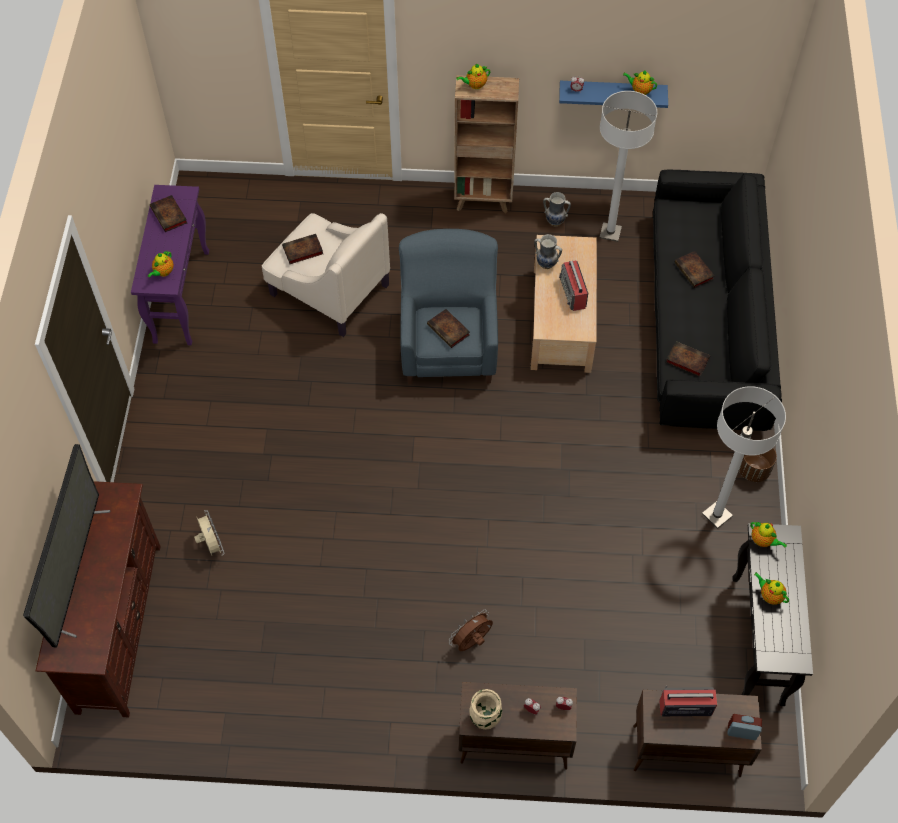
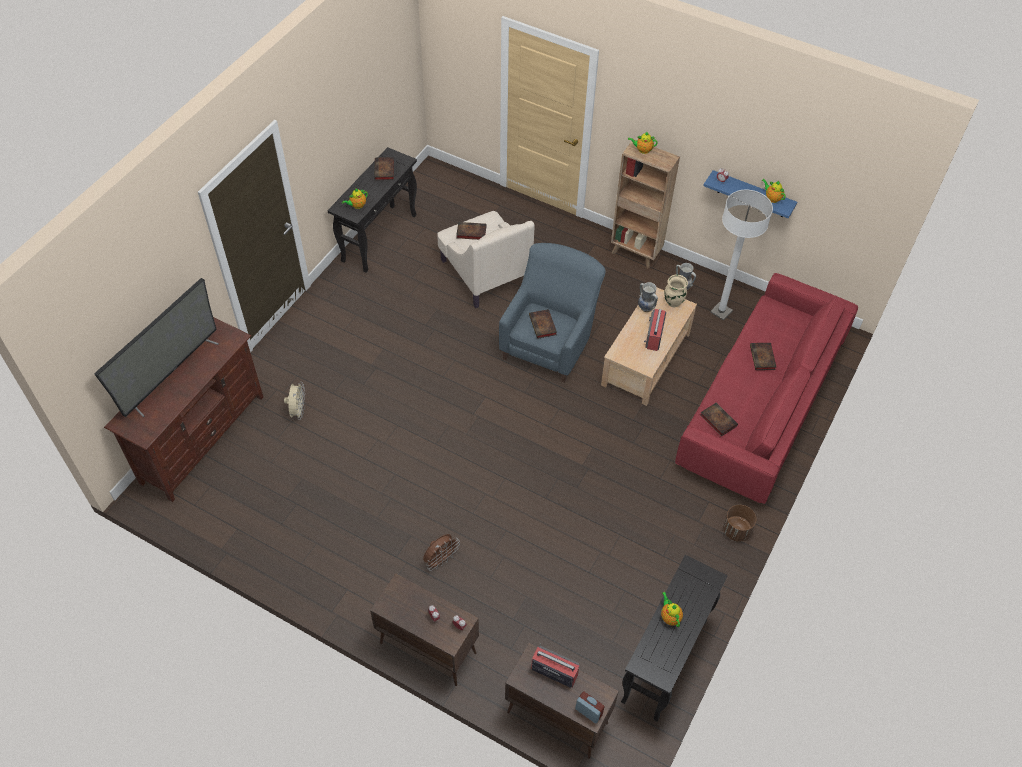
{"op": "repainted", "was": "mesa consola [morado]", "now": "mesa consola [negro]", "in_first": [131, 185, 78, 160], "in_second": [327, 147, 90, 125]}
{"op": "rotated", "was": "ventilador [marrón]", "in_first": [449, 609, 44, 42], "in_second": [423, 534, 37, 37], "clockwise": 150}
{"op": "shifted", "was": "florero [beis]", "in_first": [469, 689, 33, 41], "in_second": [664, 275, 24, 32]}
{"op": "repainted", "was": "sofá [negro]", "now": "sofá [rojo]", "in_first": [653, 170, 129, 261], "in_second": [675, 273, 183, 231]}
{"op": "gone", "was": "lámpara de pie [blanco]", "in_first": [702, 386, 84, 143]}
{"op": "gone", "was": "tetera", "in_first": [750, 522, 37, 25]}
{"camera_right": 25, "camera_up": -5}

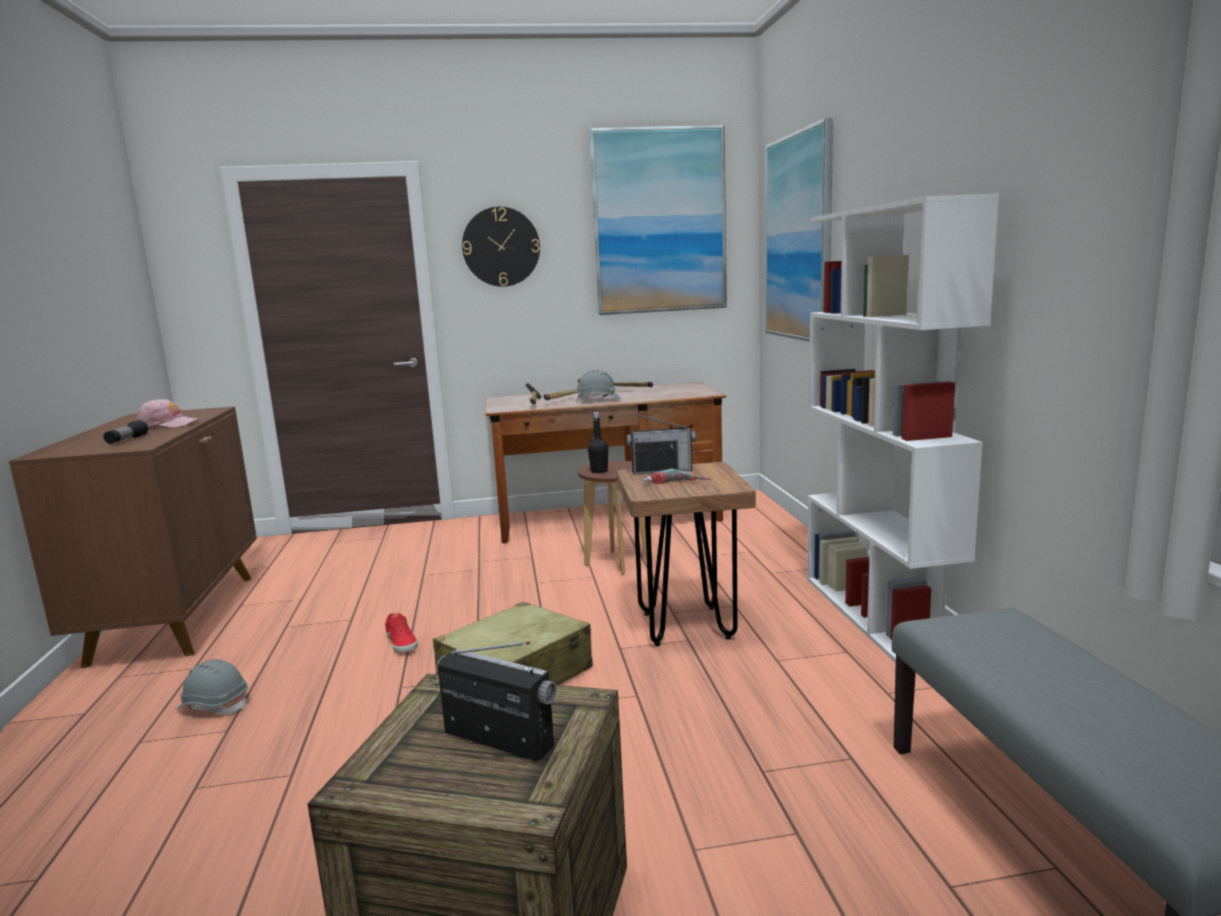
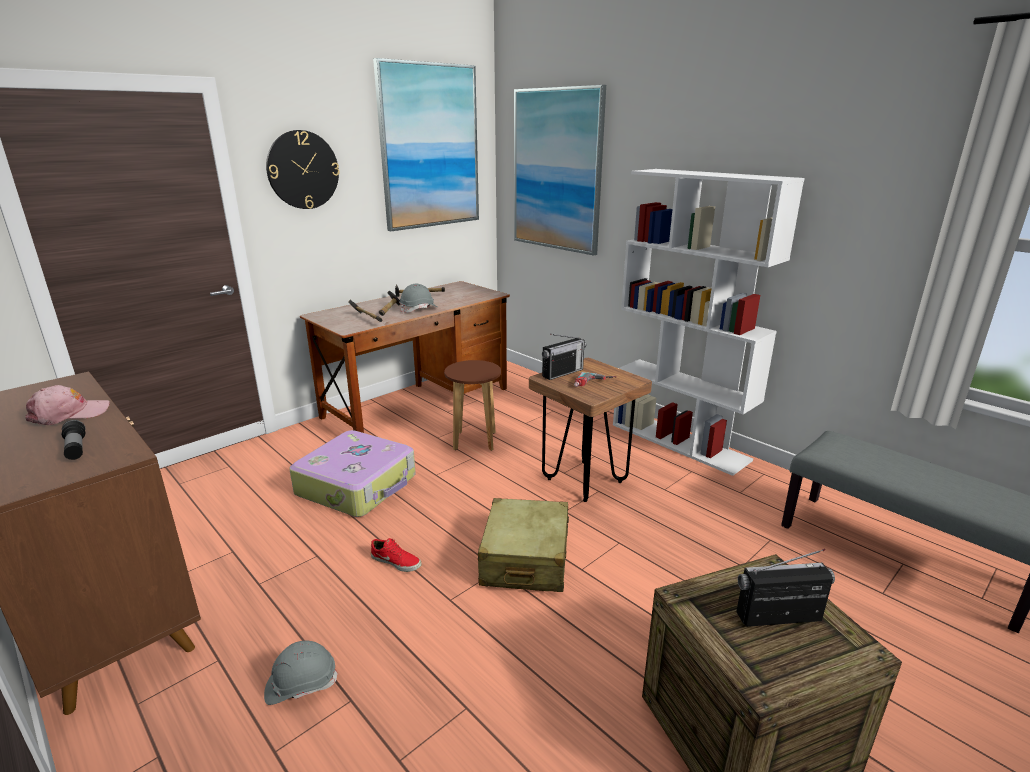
{"op": "new", "now": "maleta", "in_second": [289, 430, 127, 87]}
{"op": "gone", "was": "botella [negro]", "in_first": [588, 412, 21, 61]}
{"camera_right": -35, "camera_up": 10}

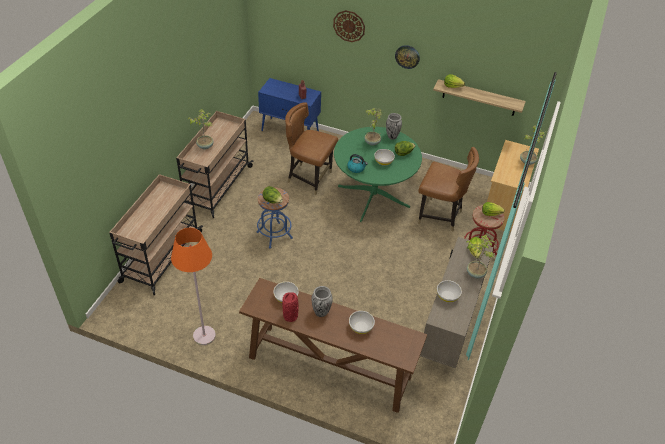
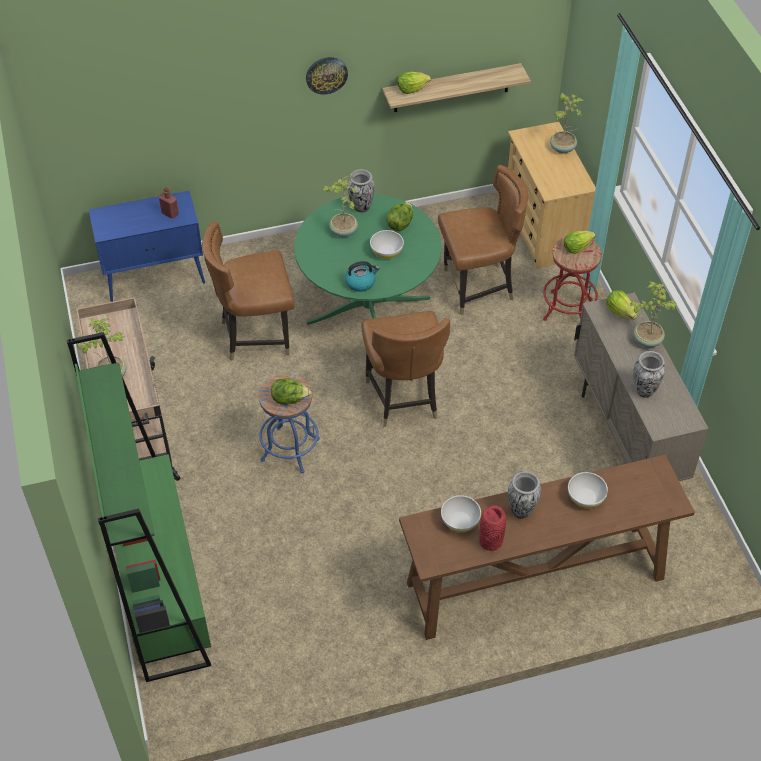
{"op": "swapped", "was": "carrito [beis]", "now": "estantería [verde]", "in_first": [109, 174, 94, 121], "in_second": [67, 332, 144, 350]}
{"op": "new", "now": "silla [marrón]", "in_second": [361, 311, 89, 116]}
{"op": "swapped", "was": "cuenco [blanco]", "now": "florero", "in_first": [437, 280, 25, 22], "in_second": [633, 351, 32, 47]}
{"op": "gone", "was": "lámpara de pie [naranja]", "in_first": [171, 228, 45, 117]}
{"op": "gone", "was": "reloj de pared", "in_first": [333, 10, 32, 32]}
{"camera_right": -35, "camera_up": 5}

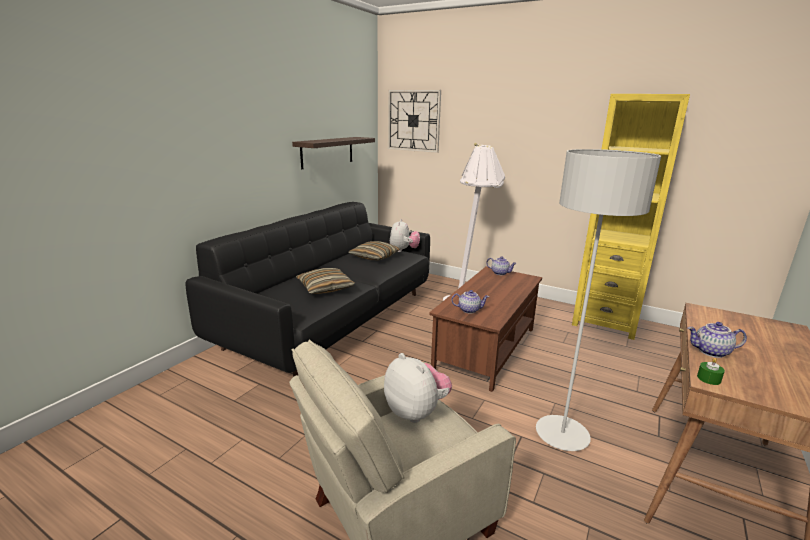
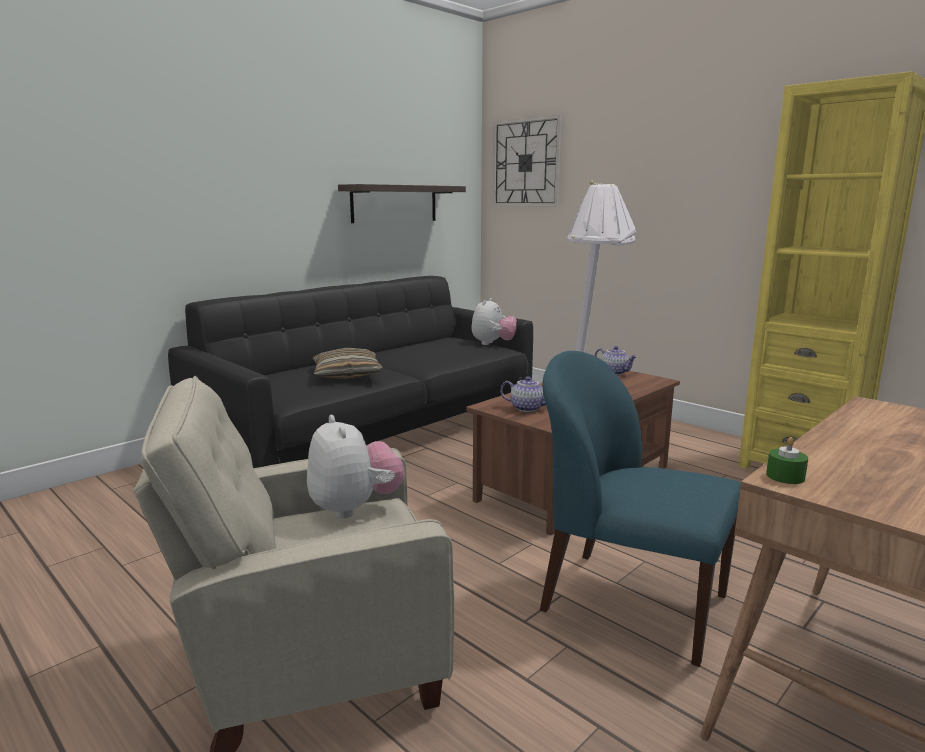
{"op": "swapped", "was": "lámpara de pie [gris]", "now": "silla [azul]", "in_first": [536, 149, 125, 302], "in_second": [540, 351, 201, 316]}
{"op": "gone", "was": "cojín", "in_first": [348, 241, 52, 20]}
{"op": "gone", "was": "tetera", "in_first": [688, 322, 59, 36]}
{"camera_right": 15, "camera_up": -5}

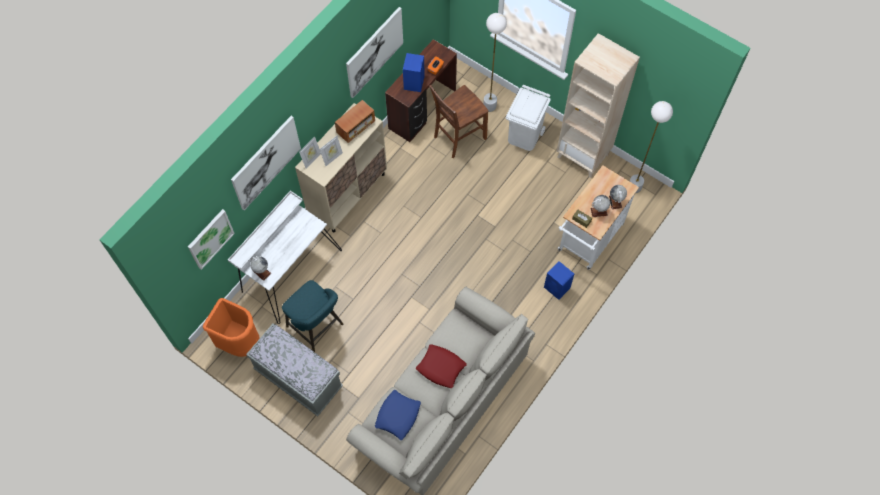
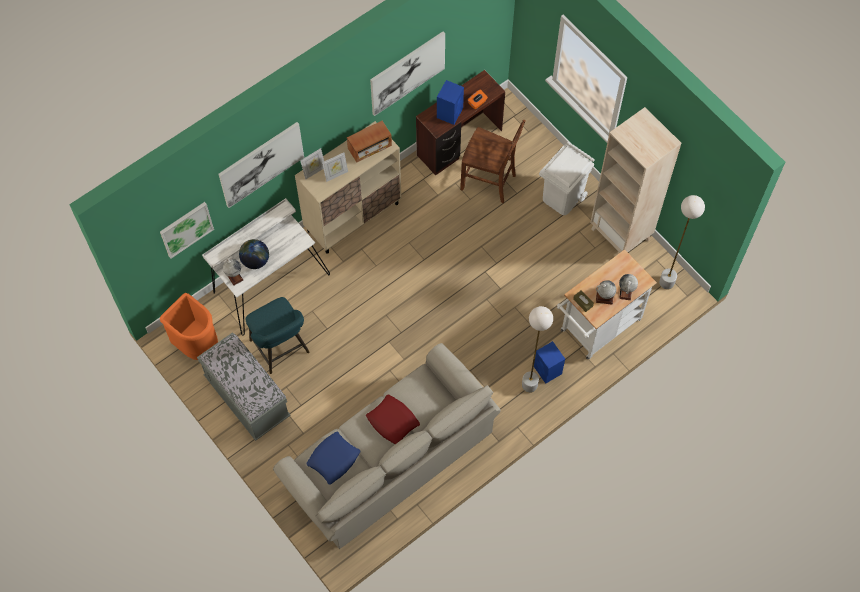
{"op": "new", "now": "globo terráqueo", "in_second": [239, 239, 30, 30]}
{"op": "rotated", "was": "silla [marrón]", "in_first": [430, 85, 58, 73], "in_second": [460, 120, 65, 83], "clockwise": -135}
{"op": "shifted", "was": "lámpara de pie [blanco]", "in_first": [483, 13, 24, 99], "in_second": [522, 306, 31, 87]}
{"camera_right": 15, "camera_up": 0}

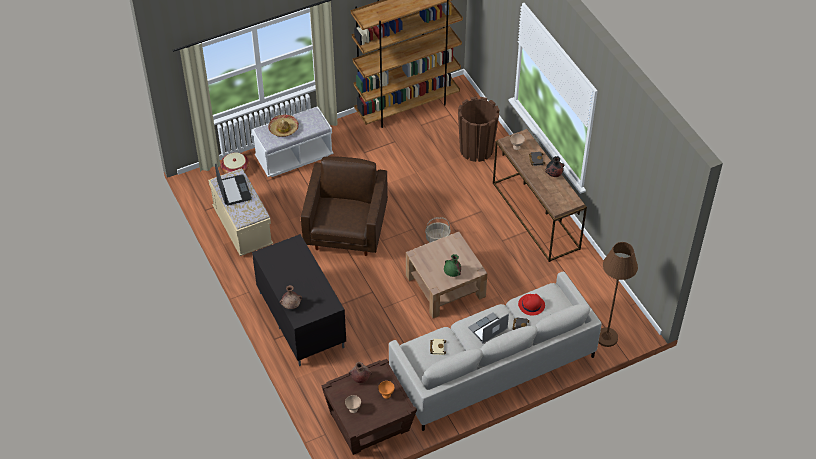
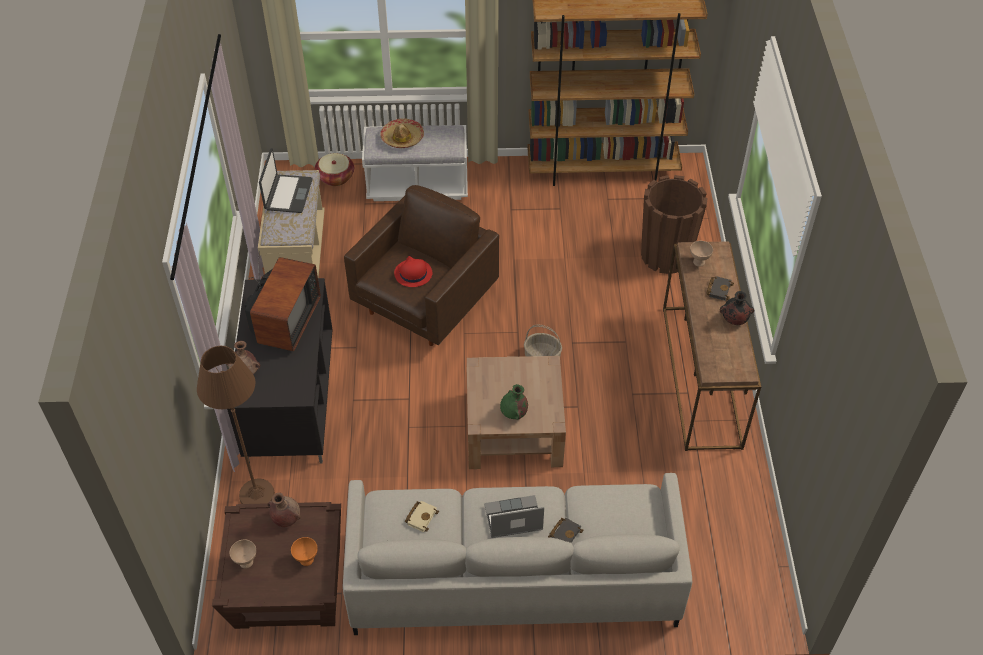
{"op": "shifted", "was": "lámpara de pie [marrón]", "in_first": [598, 242, 40, 105], "in_second": [197, 346, 78, 158]}
{"op": "new", "now": "televisor", "in_second": [244, 251, 77, 100]}
{"op": "shifted", "was": "sombrero [rojo]", "in_first": [518, 294, 27, 22], "in_second": [394, 256, 39, 31]}
{"camera_right": 25, "camera_up": 0}

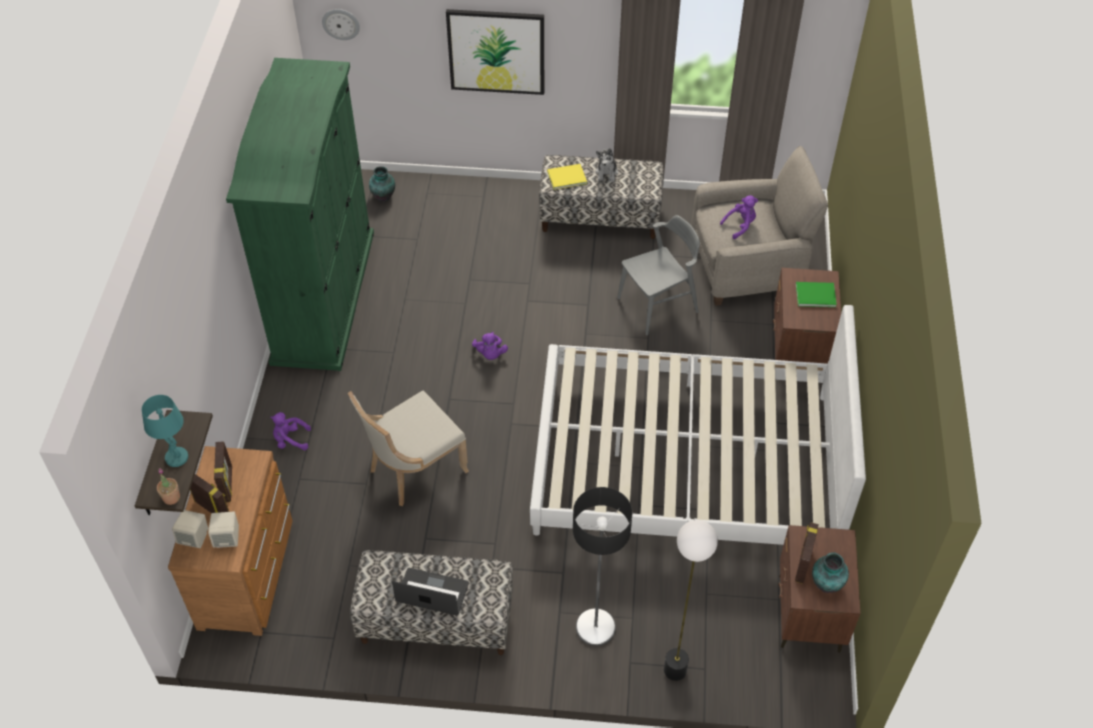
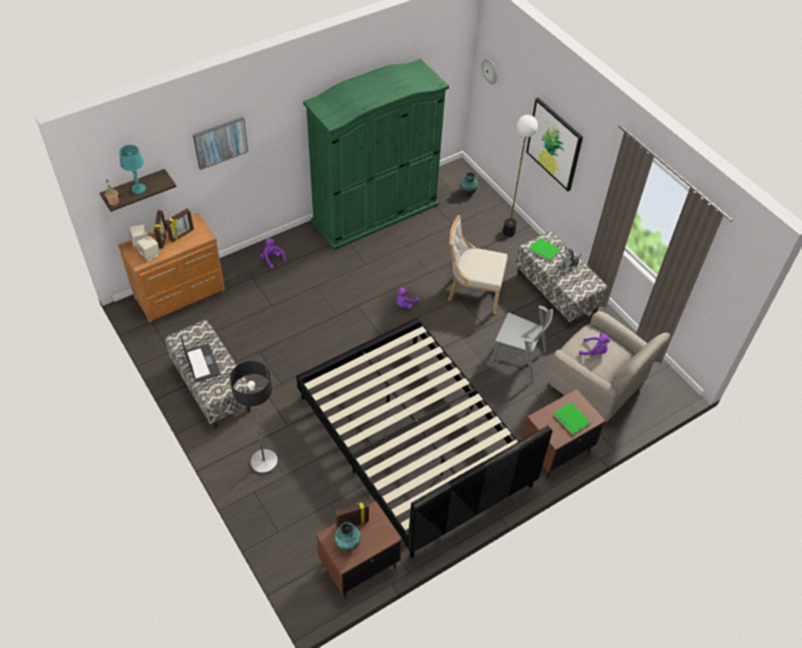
{"op": "new", "now": "cuadro", "in_second": [193, 116, 55, 54]}
{"op": "repainted", "was": "cama [blanco]", "now": "cama [negro]", "in_first": [530, 305, 336, 240], "in_second": [296, 318, 257, 240]}
{"op": "shifted", "was": "silla [beis]", "in_first": [348, 390, 121, 116], "in_second": [448, 215, 60, 99]}
{"op": "shifted", "was": "lámpara de pie", "in_first": [664, 520, 54, 161], "in_second": [503, 115, 35, 122]}
{"op": "repainted", "was": "libro [amarillo]", "now": "libro [verde]", "in_first": [547, 164, 40, 26], "in_second": [529, 238, 32, 24]}
{"camera_right": 50, "camera_up": 0}

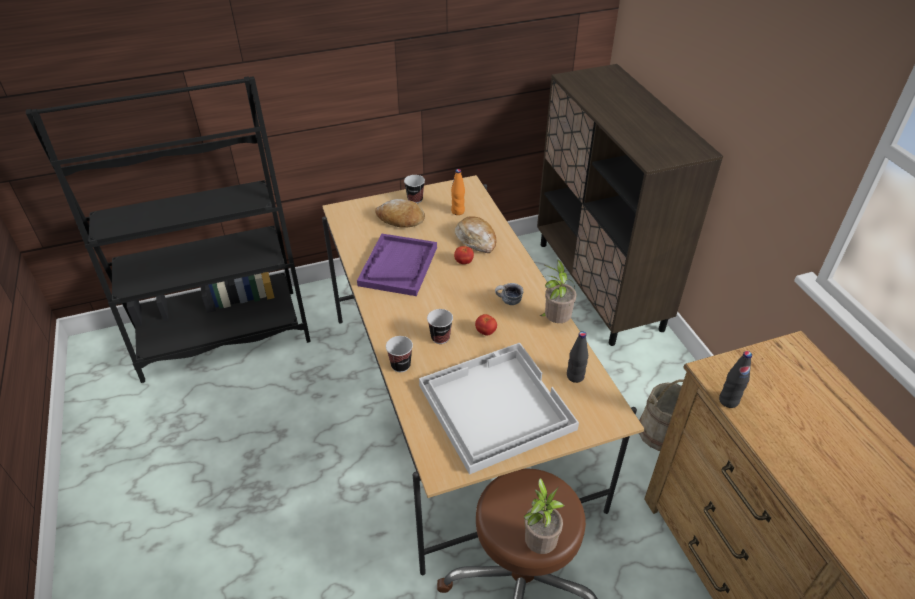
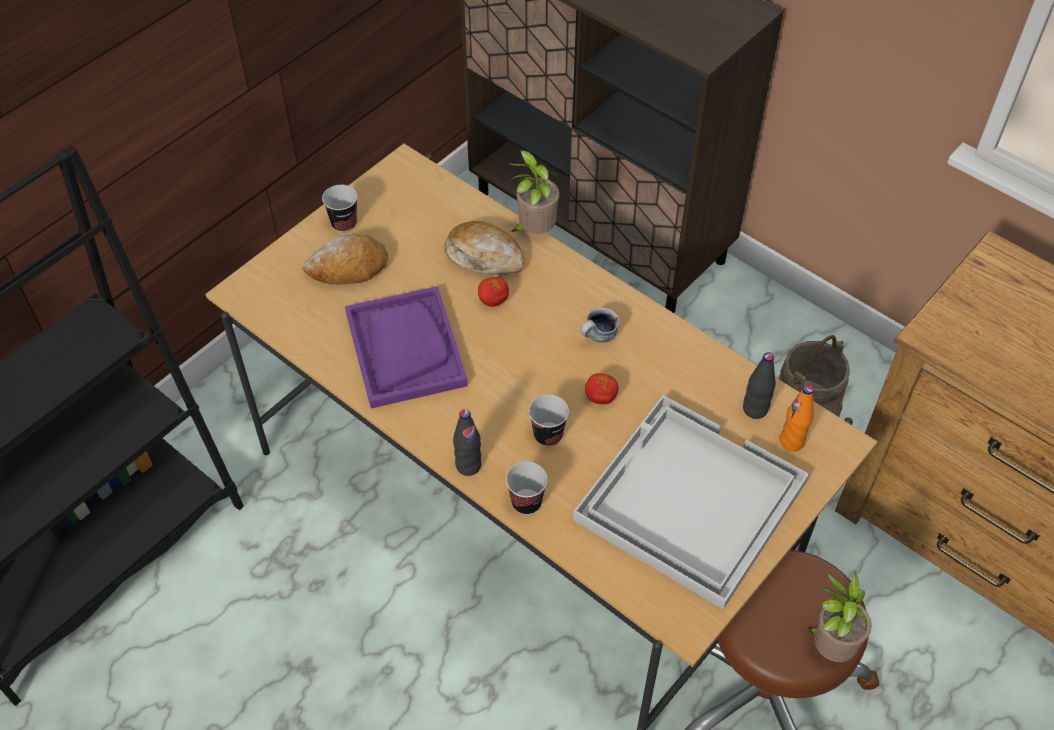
{"op": "shifted", "was": "botella [negro]", "in_first": [719, 351, 33, 57], "in_second": [453, 409, 29, 67]}
{"op": "shifted", "was": "planta en maceta", "in_first": [540, 260, 37, 63], "in_second": [508, 150, 51, 84]}
{"op": "shifted", "was": "botella [naranja]", "in_first": [451, 169, 14, 46], "in_second": [780, 385, 34, 67]}
{"camera_right": -30, "camera_up": 10}

